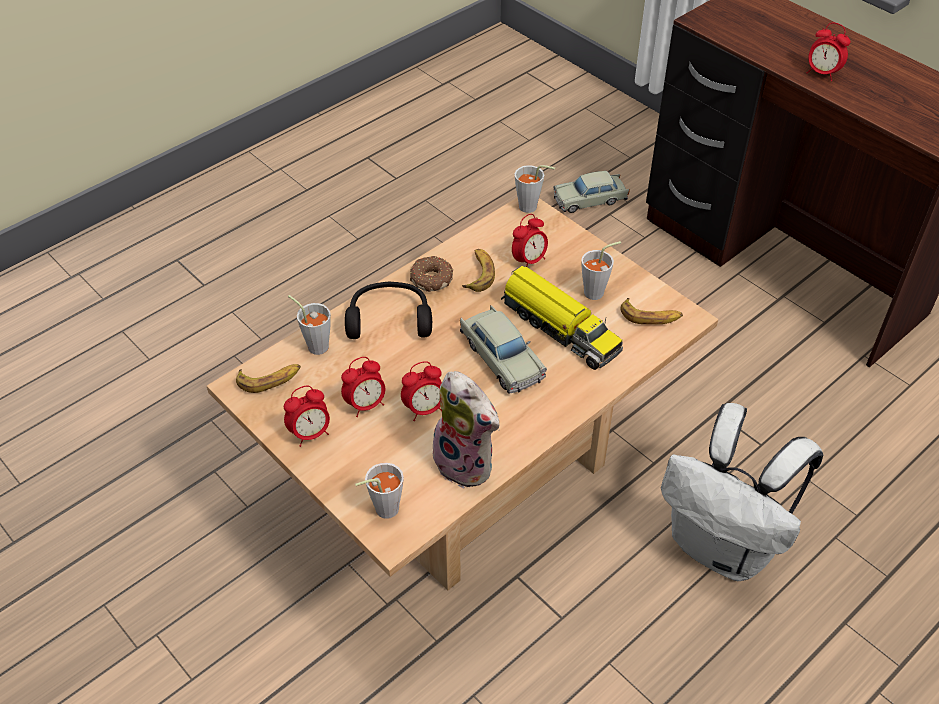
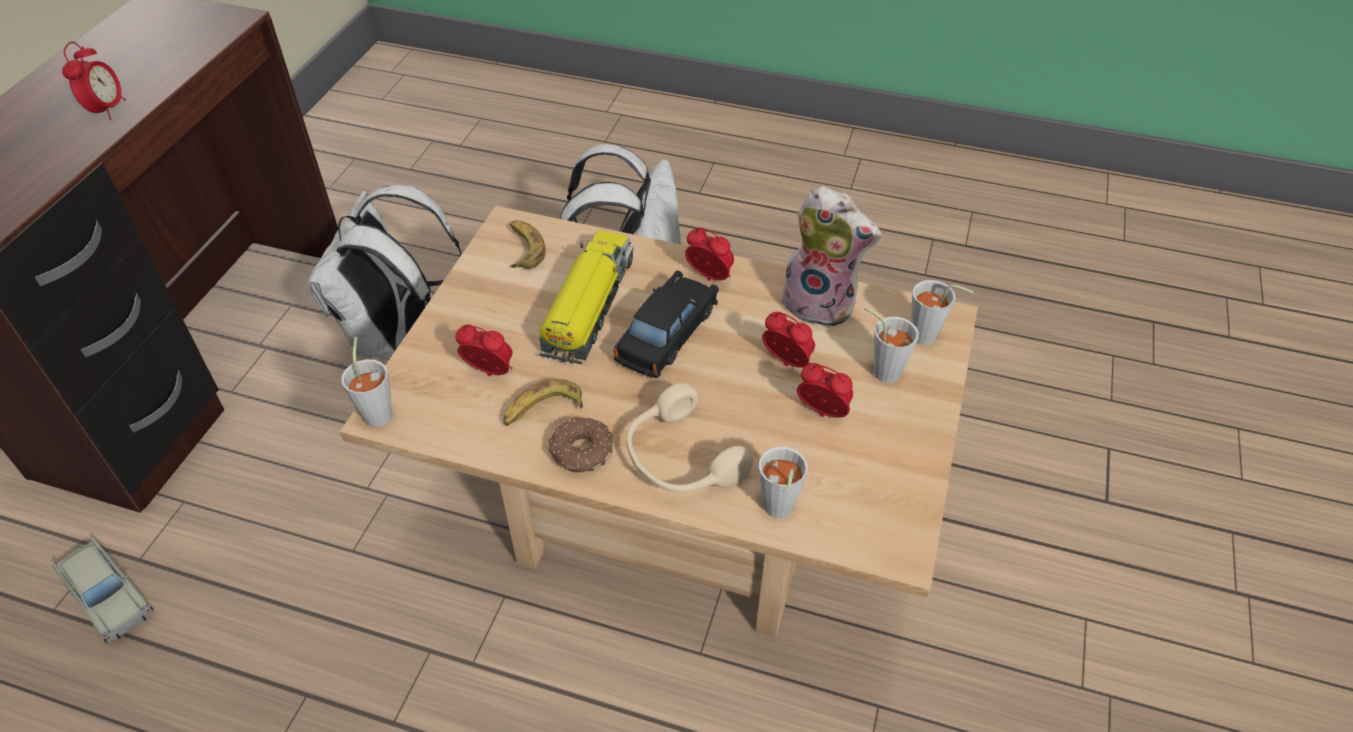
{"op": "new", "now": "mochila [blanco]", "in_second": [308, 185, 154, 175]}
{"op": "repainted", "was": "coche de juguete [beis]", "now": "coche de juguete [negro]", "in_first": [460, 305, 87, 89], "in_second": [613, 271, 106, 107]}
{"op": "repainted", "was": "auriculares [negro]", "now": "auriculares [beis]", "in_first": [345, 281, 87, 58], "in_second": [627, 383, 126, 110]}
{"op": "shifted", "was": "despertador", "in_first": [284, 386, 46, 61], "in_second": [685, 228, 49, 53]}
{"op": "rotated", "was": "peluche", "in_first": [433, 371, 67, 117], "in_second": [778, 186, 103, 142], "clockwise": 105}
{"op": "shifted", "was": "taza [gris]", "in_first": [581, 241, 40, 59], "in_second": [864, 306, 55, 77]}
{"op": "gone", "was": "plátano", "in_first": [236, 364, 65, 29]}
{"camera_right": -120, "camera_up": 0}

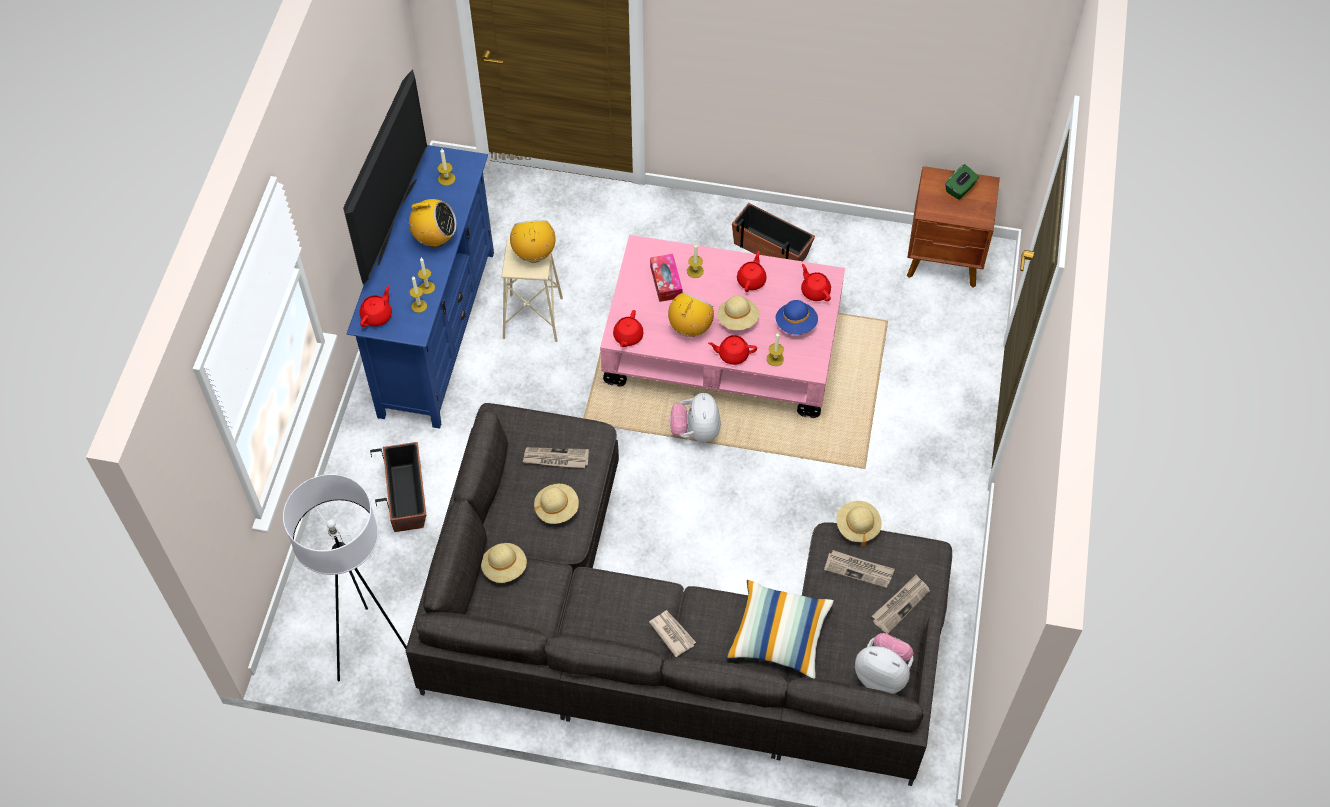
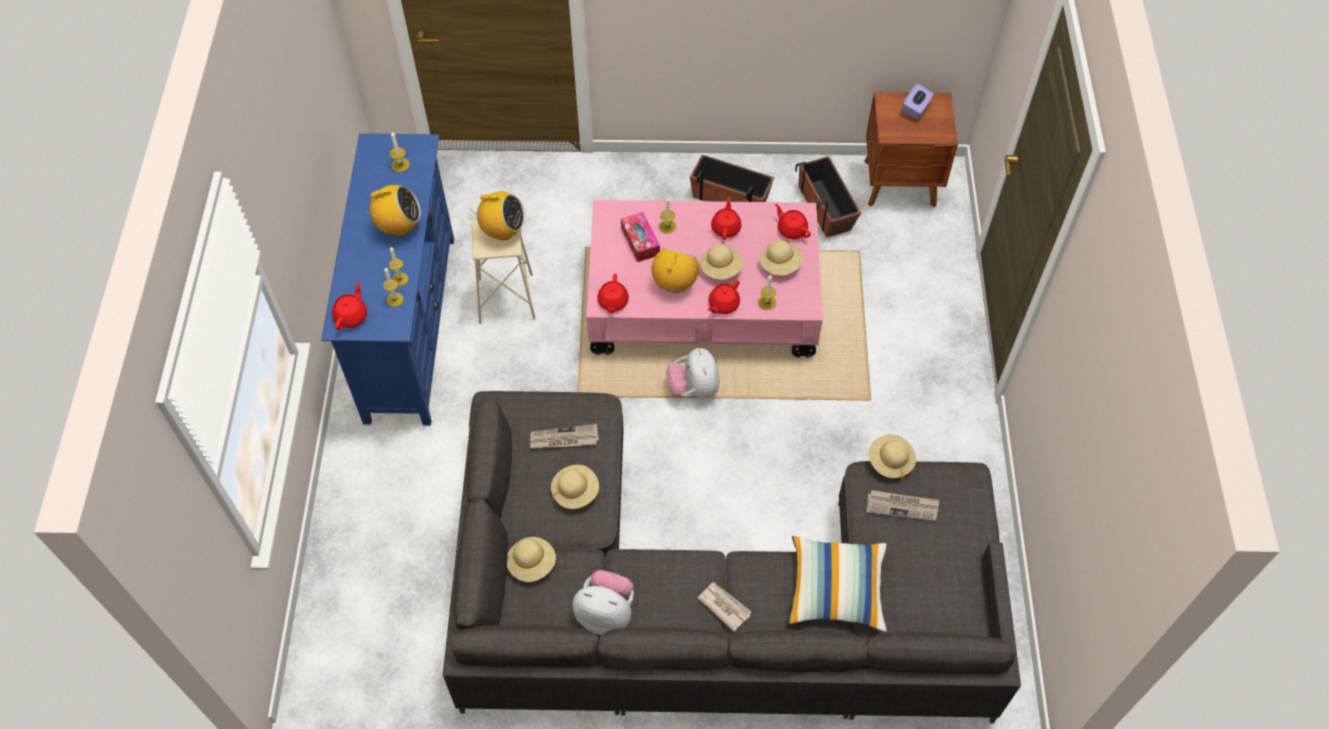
{"op": "rotated", "was": "radio", "in_first": [510, 220, 46, 43], "in_second": [474, 191, 51, 49], "clockwise": 120}
{"op": "shifted", "was": "peluche", "in_first": [855, 633, 59, 61], "in_second": [572, 570, 62, 65]}
{"op": "rotated", "was": "tetera [rojo]", "in_first": [708, 335, 49, 30], "in_second": [708, 280, 32, 34], "clockwise": -45}
{"op": "repainted", "was": "sombrero [azul]", "now": "sombrero [beis]", "in_first": [776, 300, 42, 35], "in_second": [759, 240, 44, 35]}
{"op": "shifted", "was": "maceta", "in_first": [370, 442, 56, 90], "in_second": [795, 156, 66, 82]}
{"op": "repainted", "was": "caja de pañuelos [verde]", "now": "caja de pañuelos [morado]", "in_first": [945, 164, 34, 36], "in_second": [903, 84, 31, 35]}
{"op": "gone", "was": "lámpara de pie [blanco]", "in_first": [283, 474, 124, 208]}
{"op": "gone", "was": "televisor", "in_first": [343, 69, 84, 216]}
{"op": "gone", "was": "periódico", "in_first": [872, 574, 58, 60]}
{"camera_right": -10, "camera_up": 0}

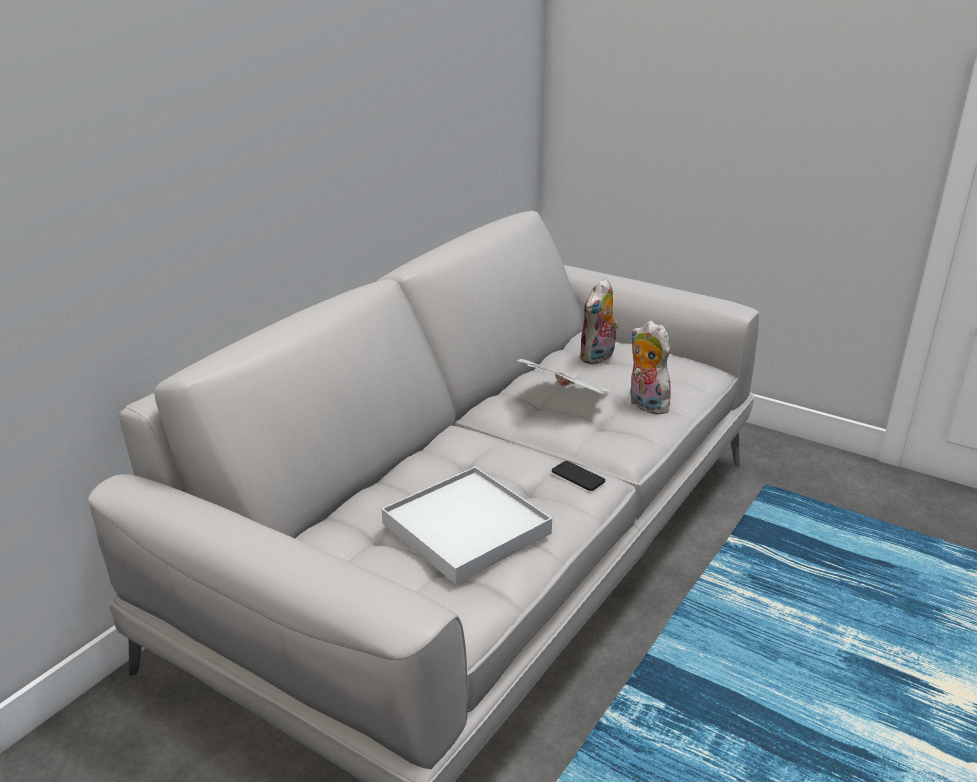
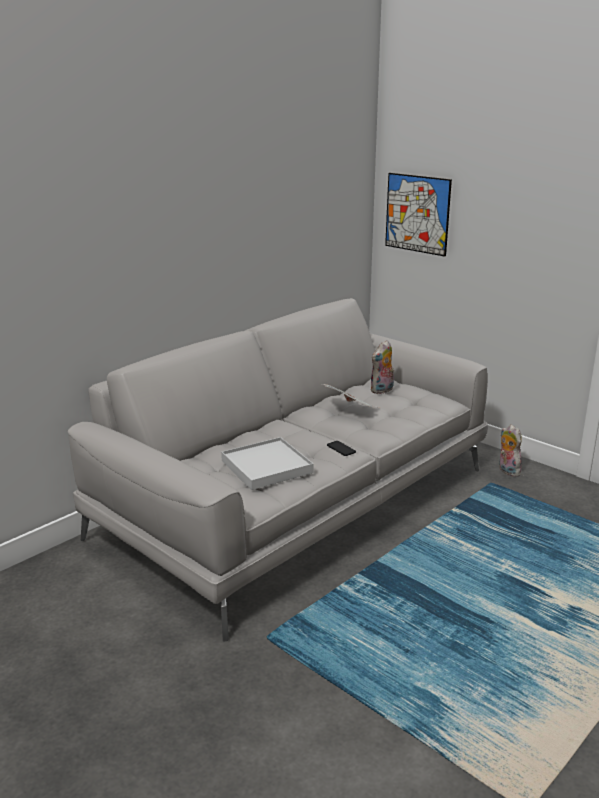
{"op": "new", "now": "cuadro", "in_second": [385, 173, 67, 84]}
{"op": "shifted", "was": "peluche", "in_first": [630, 321, 44, 93], "in_second": [499, 425, 23, 52]}
{"camera_right": 10, "camera_up": -5}

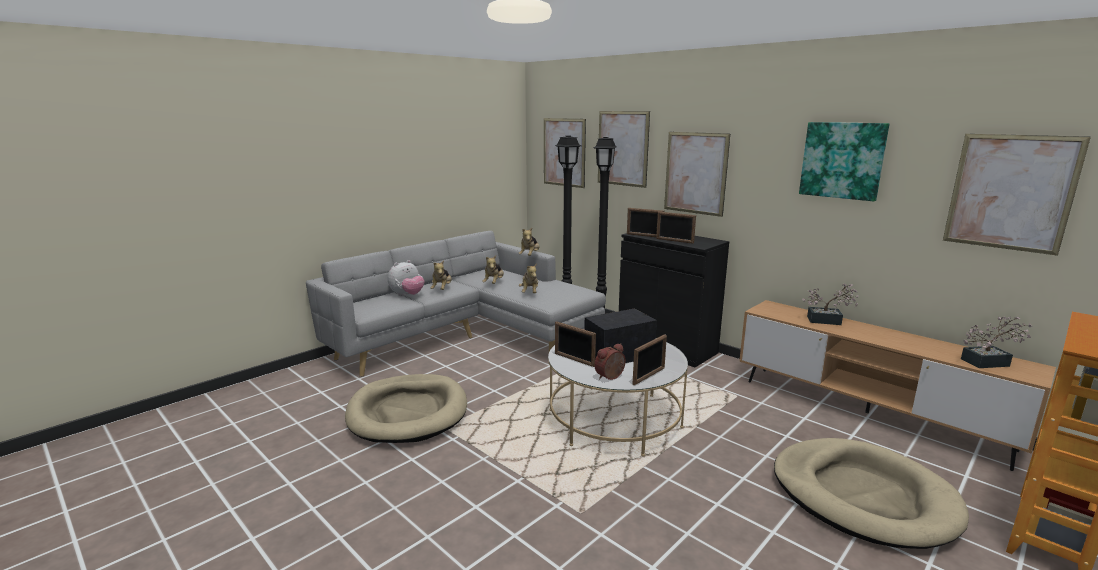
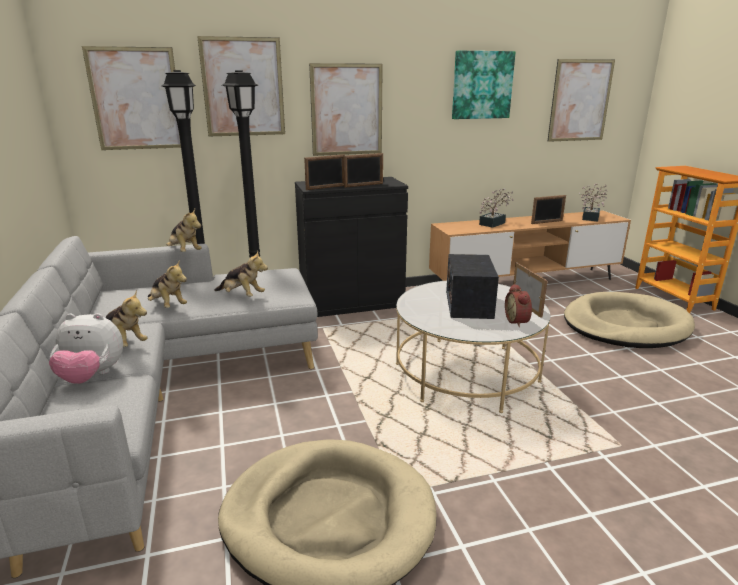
{"op": "rotated", "was": "peluche", "in_first": [388, 260, 36, 36], "in_second": [49, 313, 74, 71], "clockwise": 105}
{"op": "shifted", "was": "portarretratos", "in_first": [555, 321, 41, 46], "in_second": [531, 195, 35, 29]}
{"camera_right": -60, "camera_up": 5}

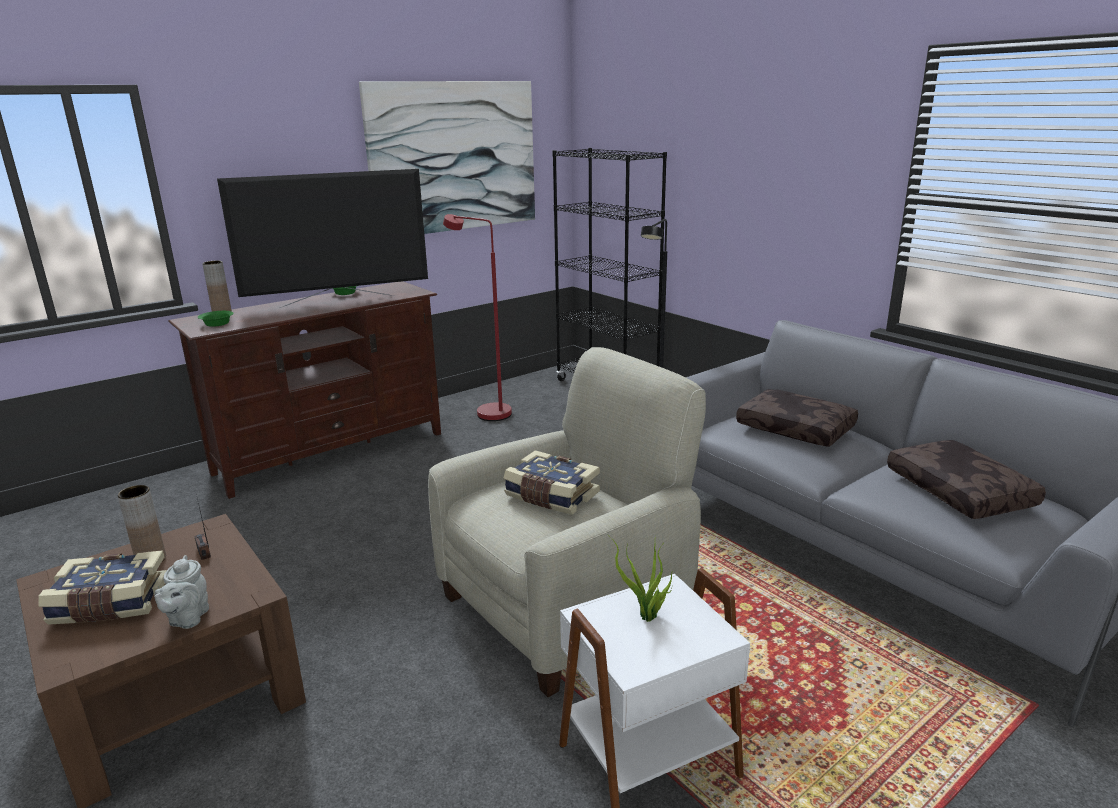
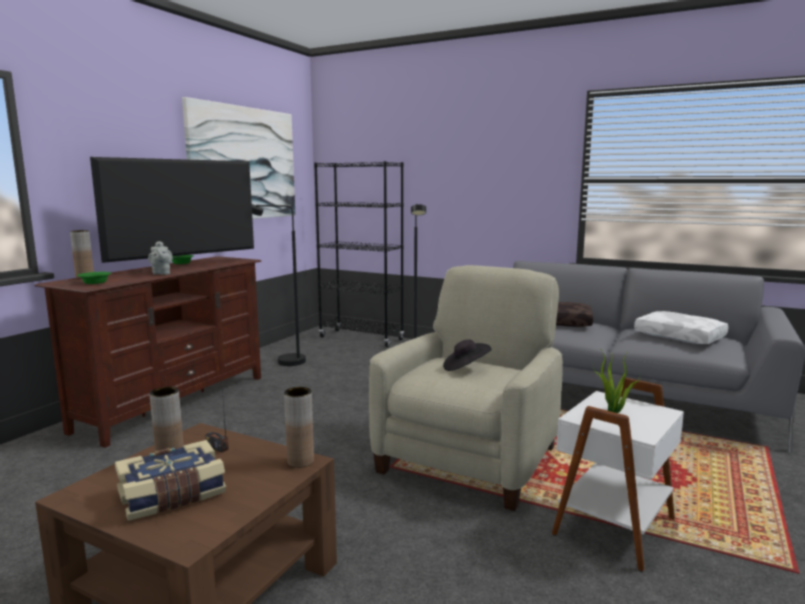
{"op": "shifted", "was": "tetera [gris]", "in_first": [154, 555, 55, 74], "in_second": [148, 241, 25, 34]}
{"op": "repainted", "was": "lámpara de pie [rojo]", "now": "lámpara de pie [negro]", "in_first": [443, 214, 69, 207], "in_second": [252, 204, 54, 162]}
{"op": "new", "now": "florero [marrón]", "in_second": [284, 387, 30, 81]}
{"op": "swapped", "was": "libro", "now": "sombrero [negro]", "in_first": [503, 450, 97, 65], "in_second": [443, 339, 48, 32]}
{"op": "repainted", "was": "cojín [marrón]", "now": "cojín [blanco]", "in_first": [887, 440, 159, 79], "in_second": [634, 311, 94, 33]}
{"camera_right": -25, "camera_up": -10}

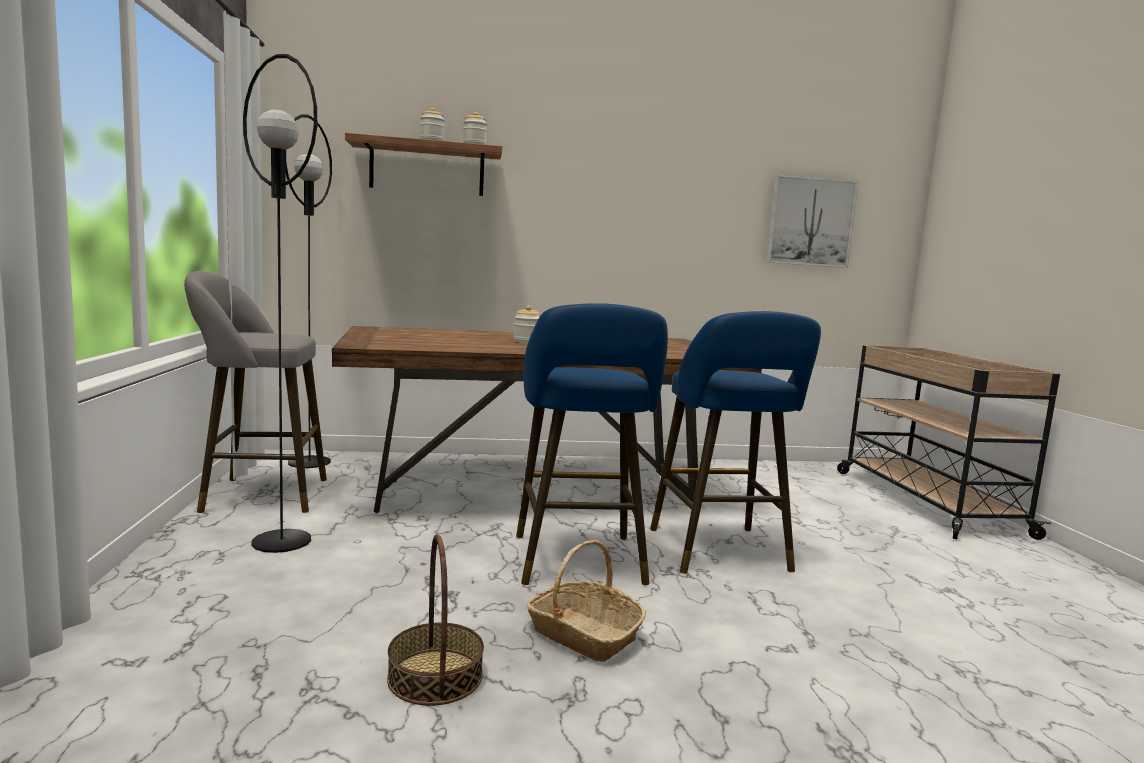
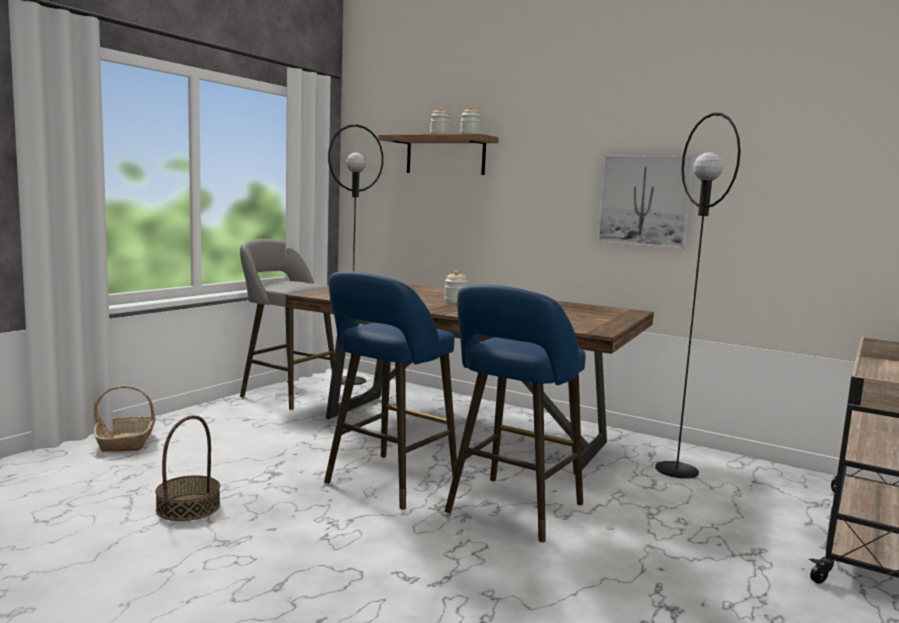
{"op": "shifted", "was": "cesta", "in_first": [527, 540, 119, 122], "in_second": [94, 386, 63, 66]}
{"op": "shifted", "was": "cuadro", "in_first": [766, 175, 93, 93], "in_second": [597, 155, 97, 94]}
{"op": "shifted", "was": "lámpara de pie [negro]", "in_first": [243, 54, 74, 499], "in_second": [655, 112, 86, 367]}
{"camera_right": 40, "camera_up": 0}

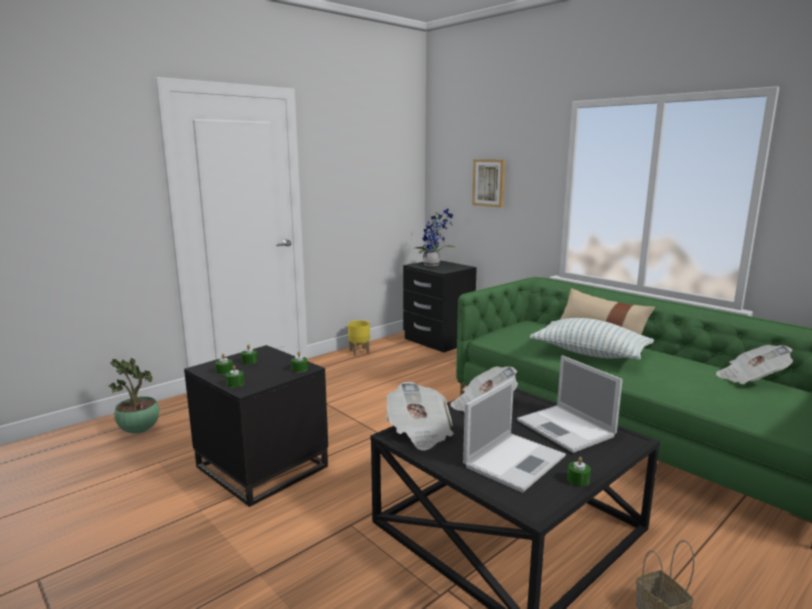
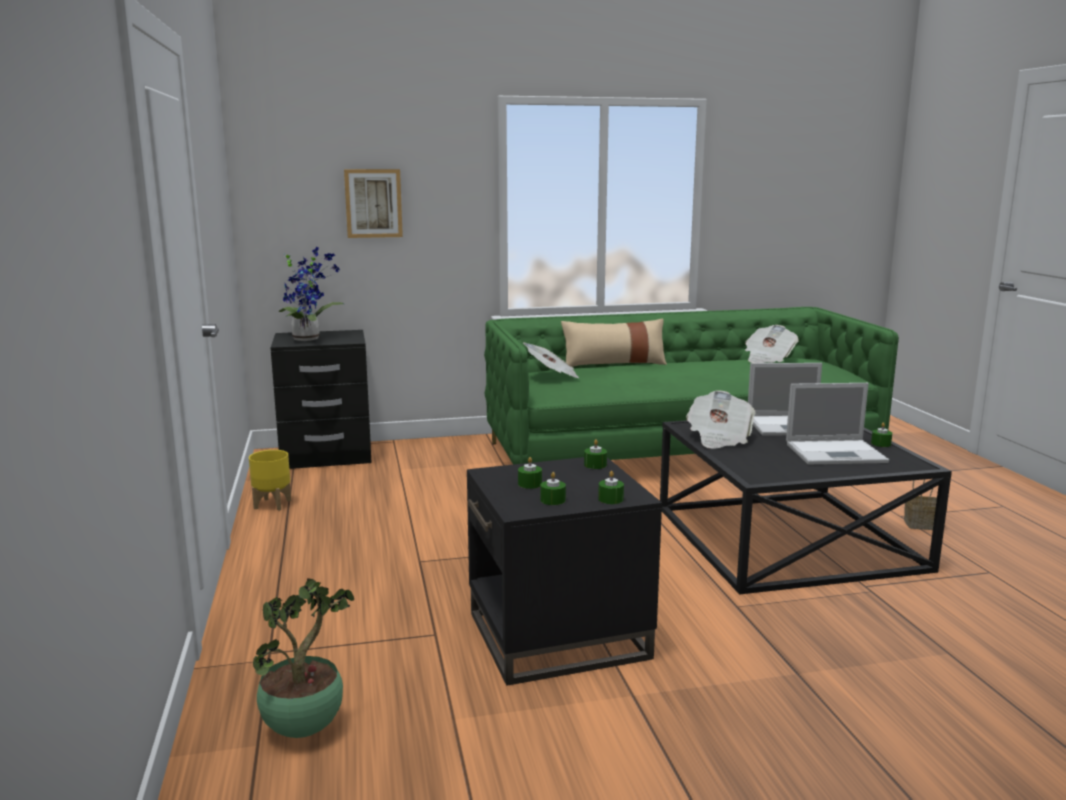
{"op": "shifted", "was": "periódico", "in_first": [386, 382, 68, 69], "in_second": [523, 343, 56, 35]}
{"op": "rotated", "was": "portátil", "in_first": [463, 379, 103, 114], "in_second": [786, 383, 103, 82], "clockwise": 105}
{"op": "gone", "was": "cojín", "in_first": [530, 318, 124, 42]}
{"camera_right": -60, "camera_up": 0}

